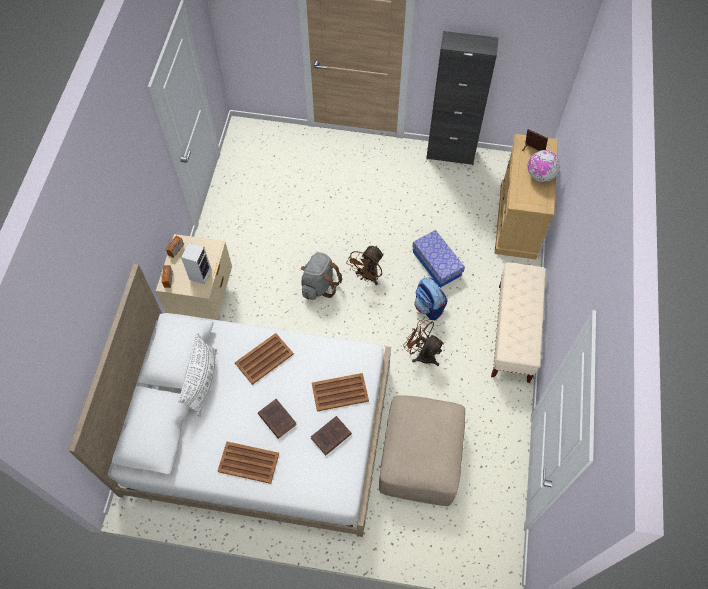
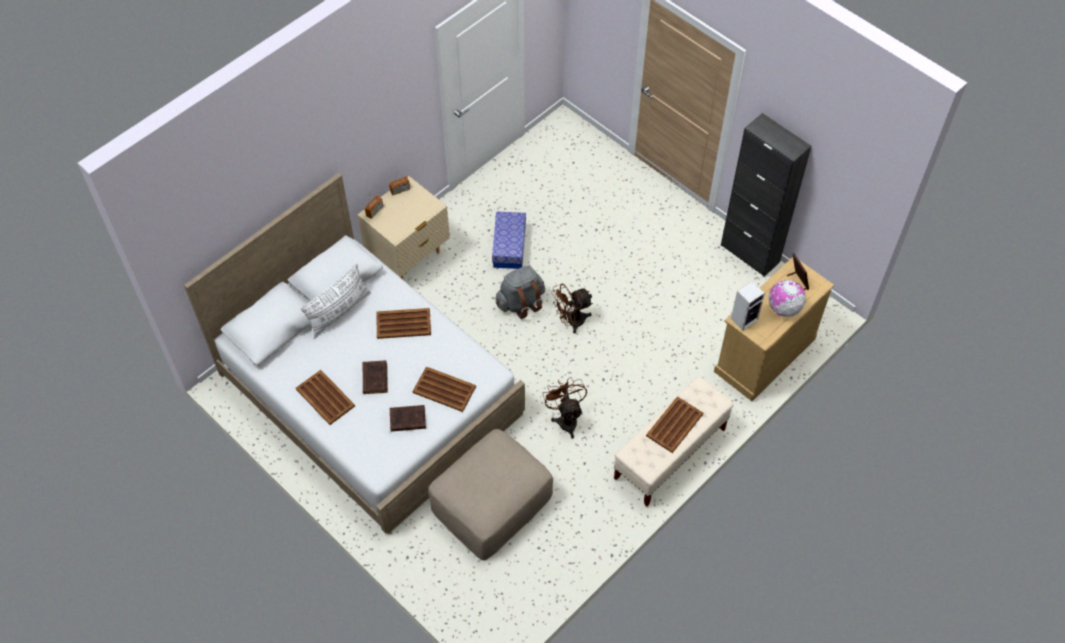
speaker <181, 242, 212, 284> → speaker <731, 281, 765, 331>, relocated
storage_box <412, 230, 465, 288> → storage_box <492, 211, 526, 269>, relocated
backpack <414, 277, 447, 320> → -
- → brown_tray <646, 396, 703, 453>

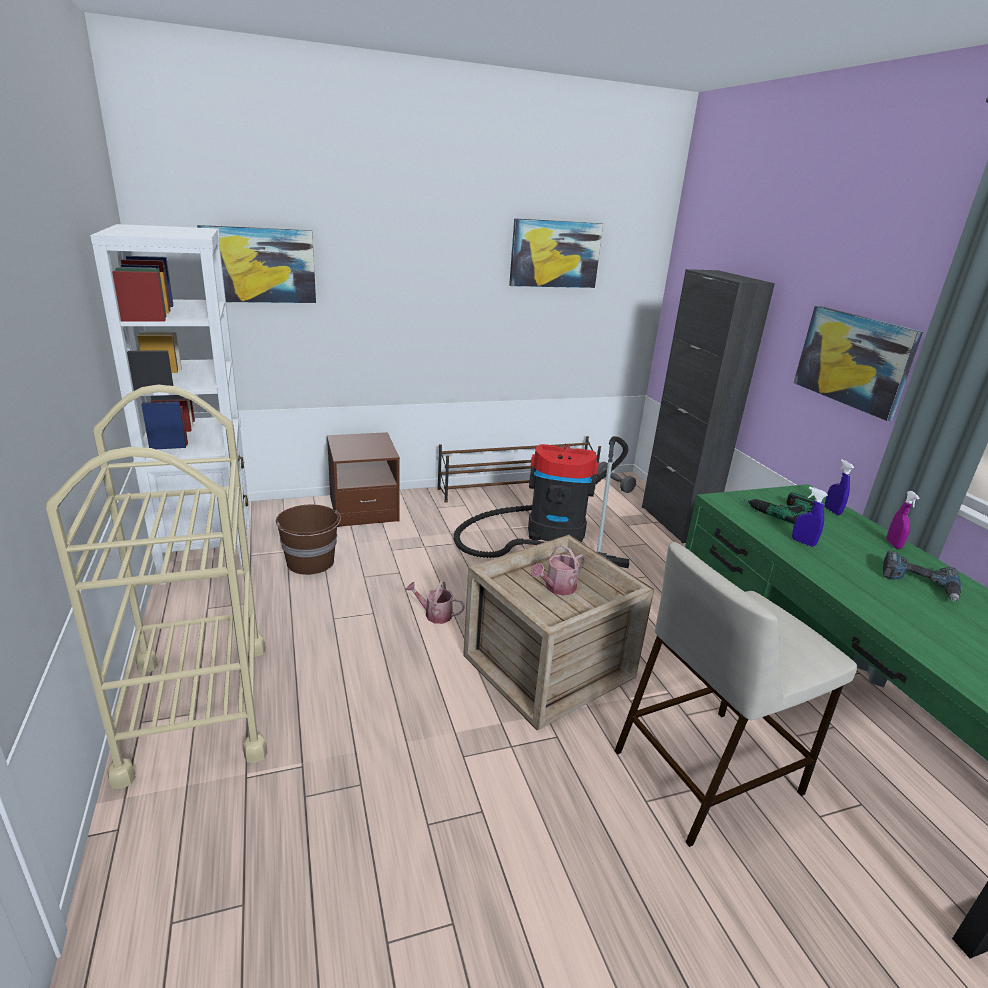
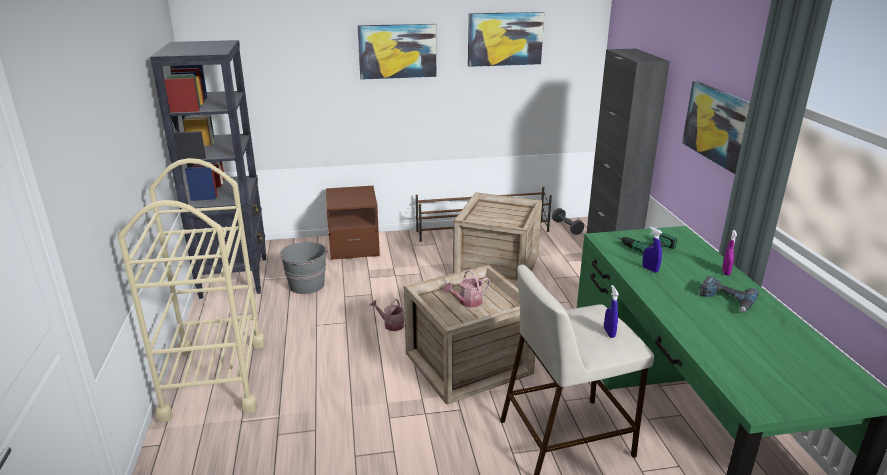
white_bookcase <90, 224, 250, 585> → black_bookcase <150, 40, 267, 299>
picture <197, 225, 316, 303> → picture <357, 24, 436, 80>, relocated
brown_bucket <276, 505, 341, 575> → grey_bucket <280, 242, 328, 294>
vacuum_cleaner <454, 436, 629, 568> → crate <453, 192, 542, 287>
blue_spray_bottle <825, 459, 854, 515> → blue_spray_bottle <604, 285, 619, 338>, relocated

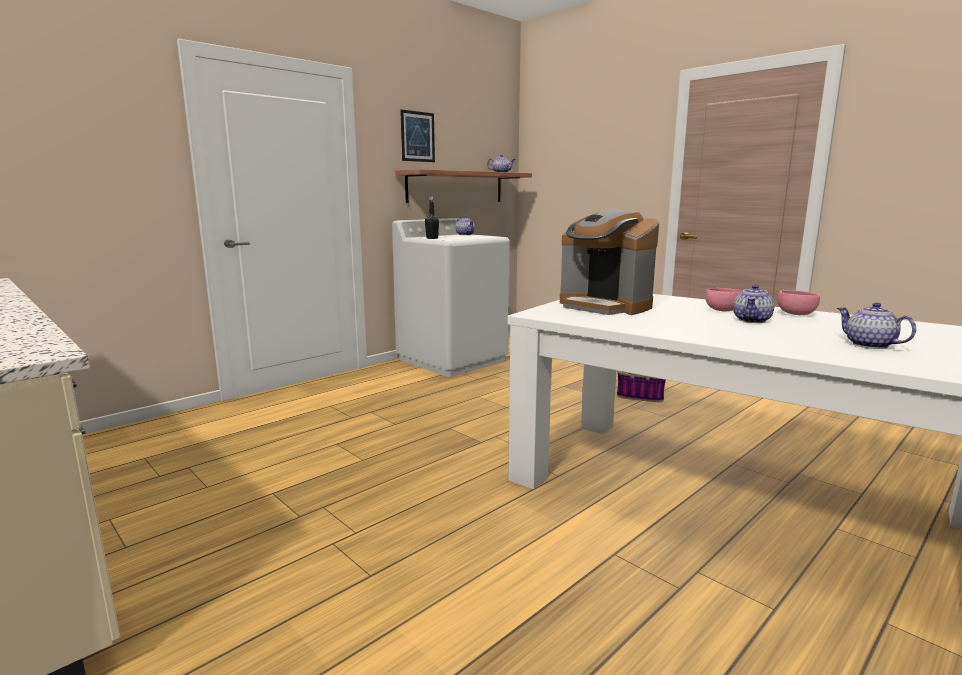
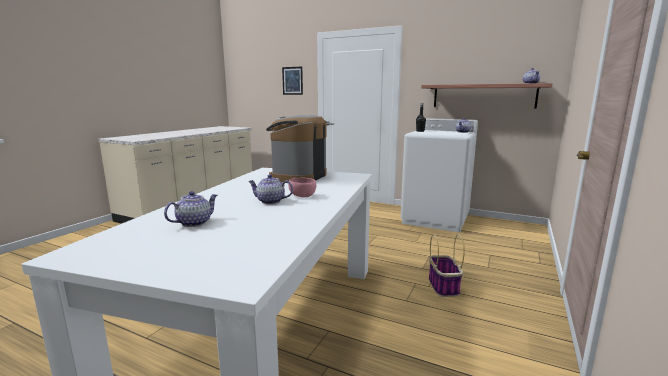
picture <400, 110, 435, 162> → picture <282, 66, 303, 95>, relocated
pink_bowl <777, 290, 820, 315> → -

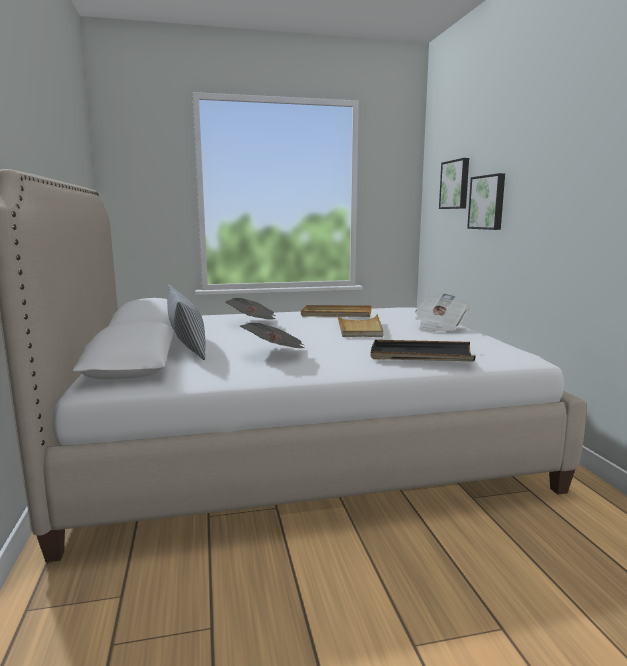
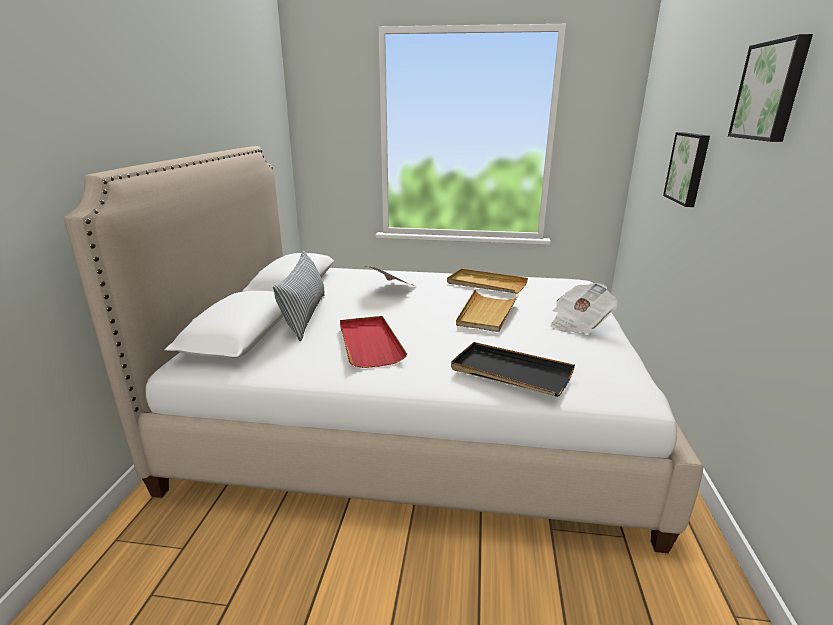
newspaper <240, 323, 305, 348> → red_tray <340, 316, 407, 368>
picture <439, 158, 469, 209> → picture <728, 34, 813, 142>, relocated

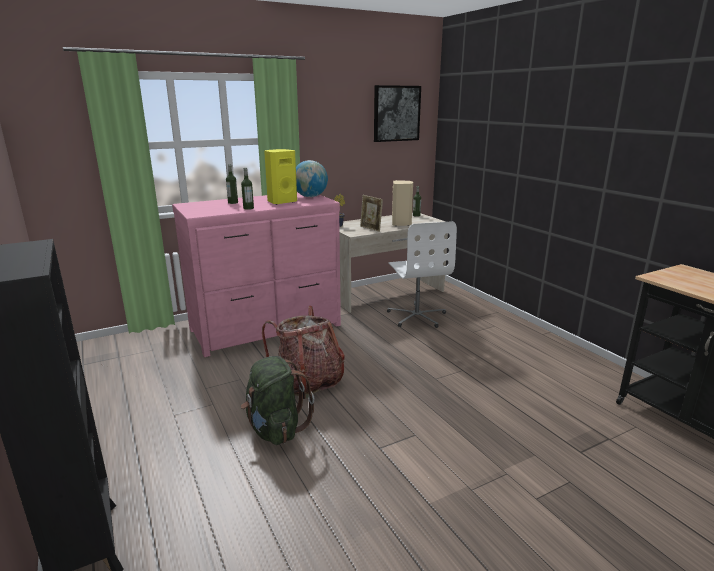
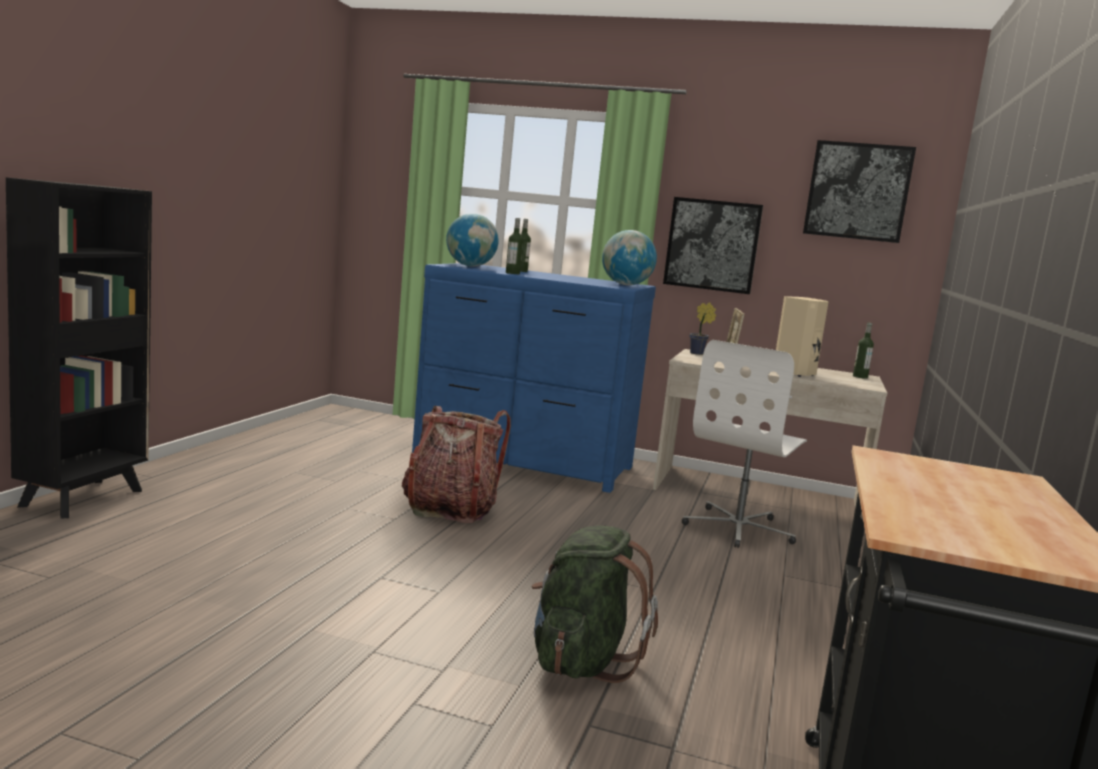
pink_dresser <172, 192, 341, 357> → blue_dresser <412, 263, 656, 493>
green_backpack <241, 356, 315, 445> → green_backpack <532, 525, 658, 683>, relocated
yellow_speaker <264, 149, 297, 205> → -
- → globe <446, 213, 499, 267>
- → picture <663, 197, 763, 294>

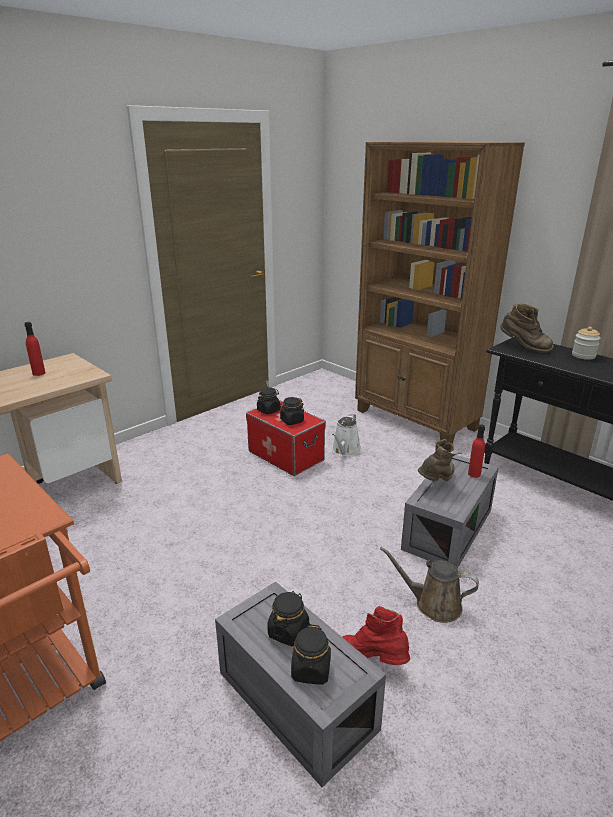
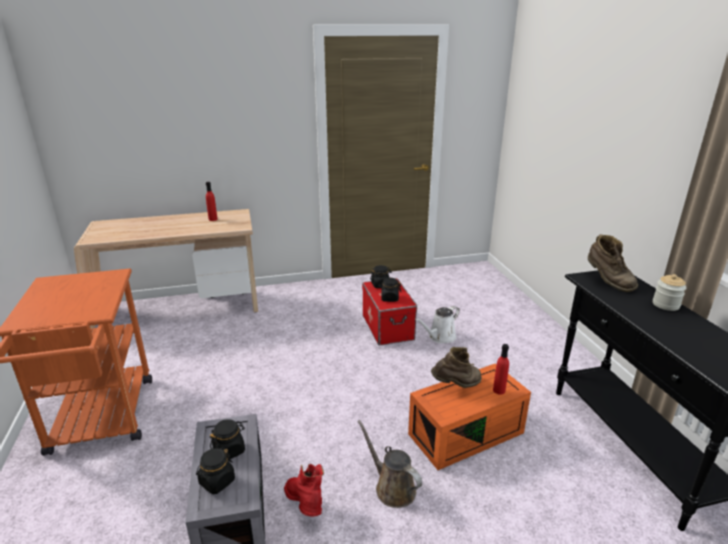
brown_bookcase <355, 142, 525, 444> → -
grey_storage_box <401, 455, 499, 568> → orange_storage_box <408, 363, 531, 470>

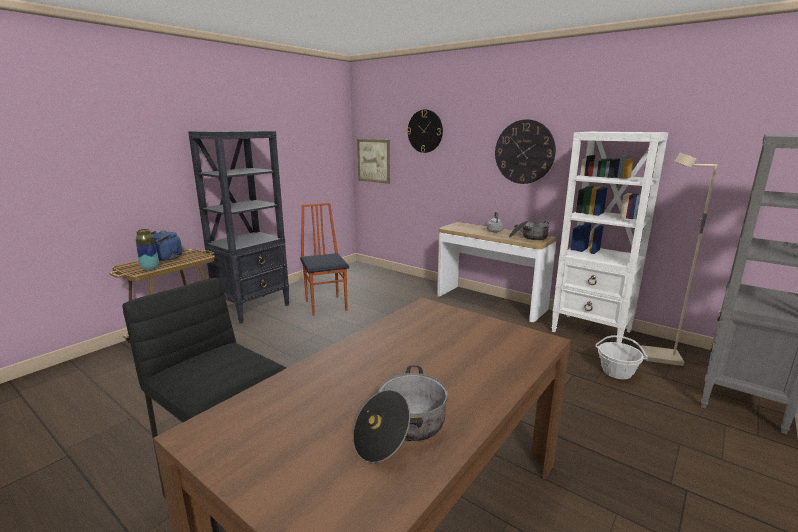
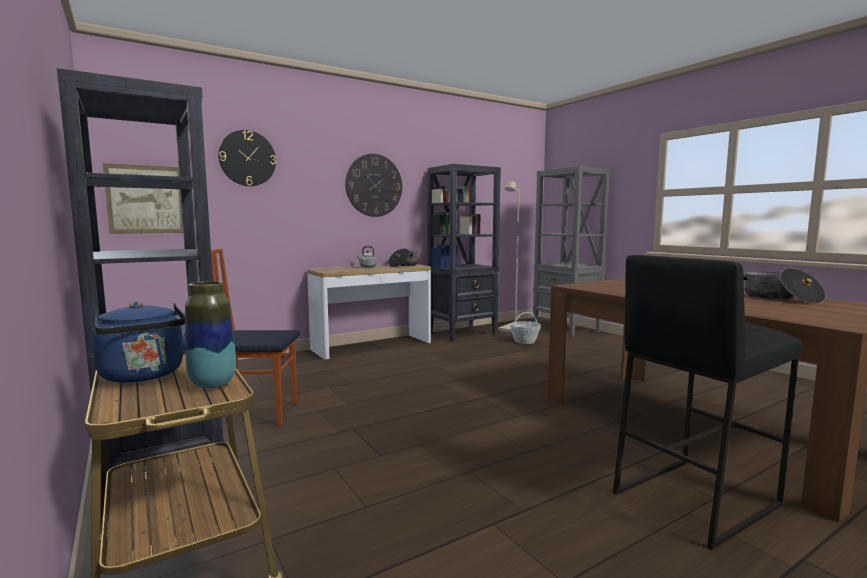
white_bookcase <551, 132, 669, 343> → black_bookcase <427, 164, 501, 342>

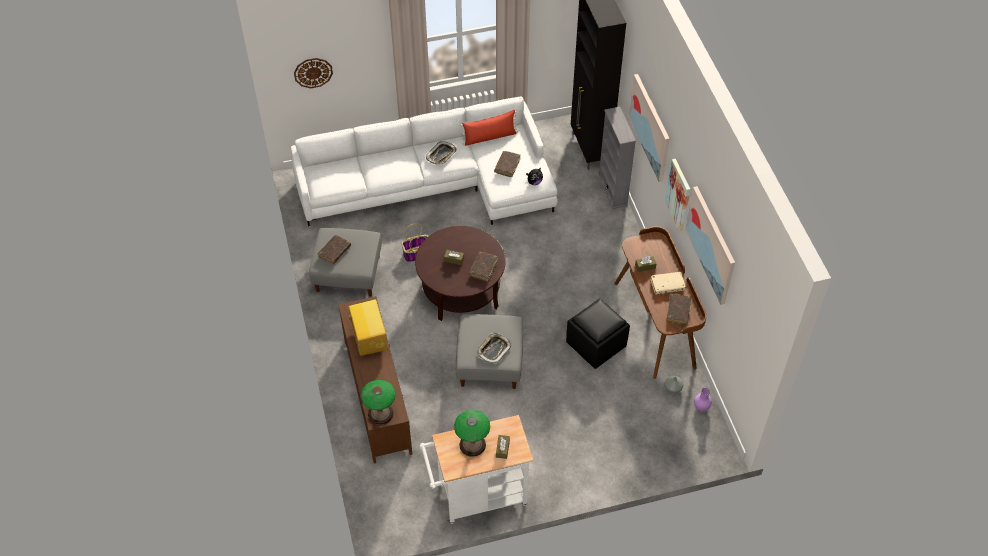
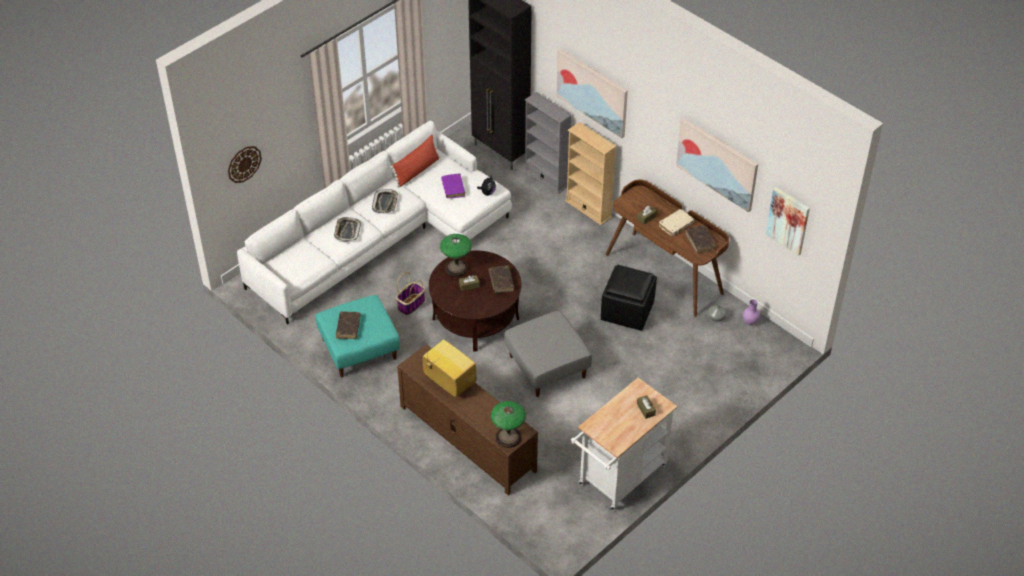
grey_ottoman <309, 228, 382, 296> → turquoise_ottoman <315, 295, 400, 377>
table_lamp <454, 410, 490, 457> → table_lamp <440, 234, 472, 277>, relocated
tray <477, 333, 511, 364> → tray <334, 217, 361, 242>, relocated
brown_book <494, 151, 520, 177> → purple_book <441, 173, 465, 198>
picture <665, 159, 690, 232> → picture <766, 187, 810, 256>, relocated
- → beige_bookcase <565, 122, 617, 225>

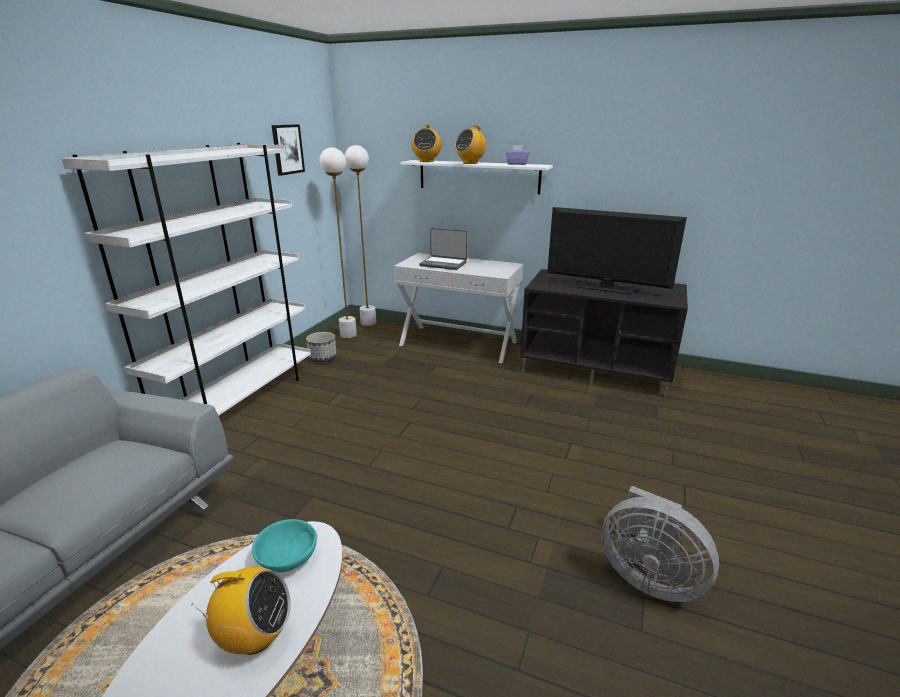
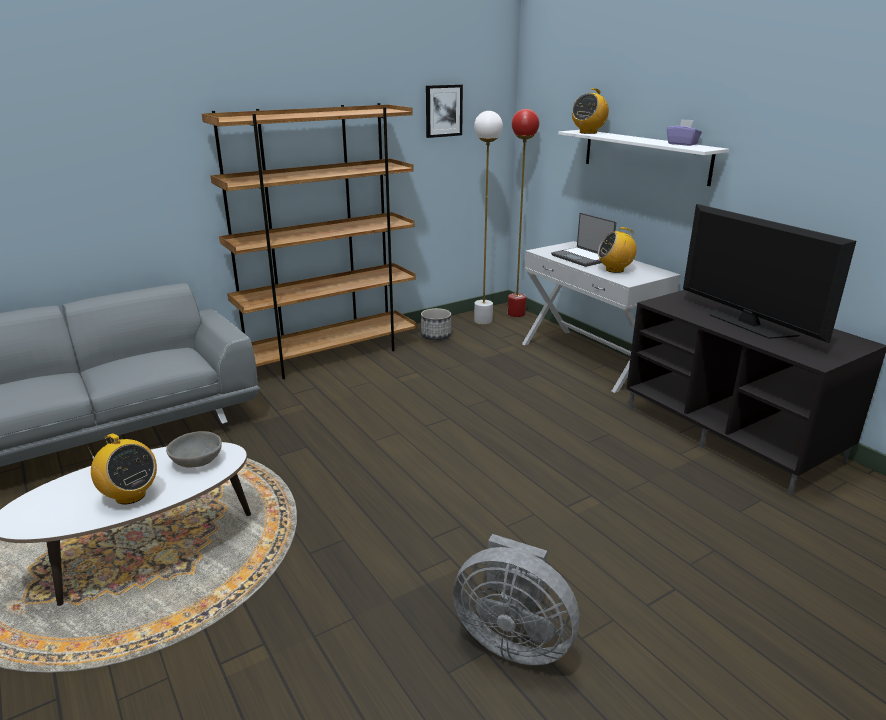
white_bookcase <61, 143, 311, 416> → brown_bookcase <202, 103, 417, 379>
turquoise_bowl <252, 519, 317, 573> → grey_bowl <166, 431, 222, 468>
white_floor_lamp <345, 145, 376, 326> → red_floor_lamp <507, 109, 539, 317>
radio <455, 125, 486, 164> → radio <598, 227, 637, 273>, relocated
grey_fan <601, 486, 719, 602> → grey_fan <453, 534, 580, 665>, 45 degrees counterclockwise

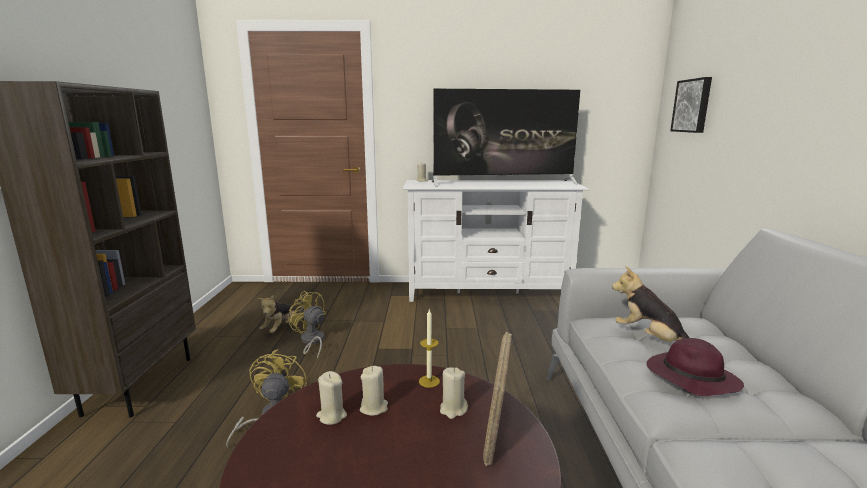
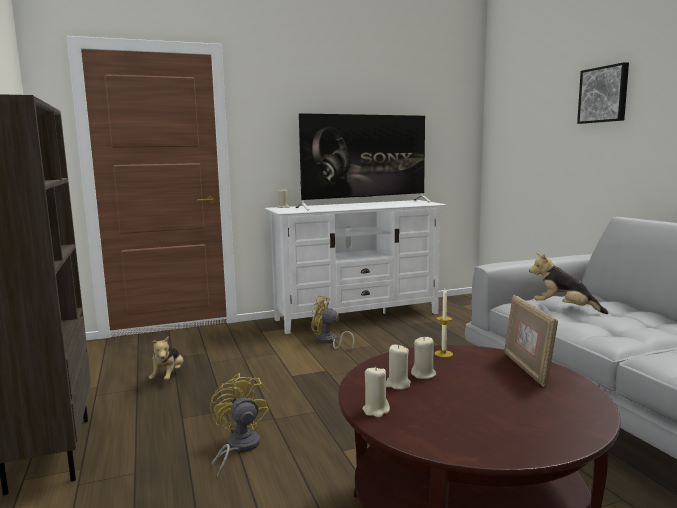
yellow_fan <289, 291, 326, 359> → yellow_fan <311, 296, 355, 349>, relocated
beige_candle <440, 367, 468, 419> → beige_candle <362, 366, 390, 418>, relocated
purple_hat <646, 338, 744, 396> → -
picture <670, 77, 712, 133> → picture <577, 62, 629, 124>, relocated

